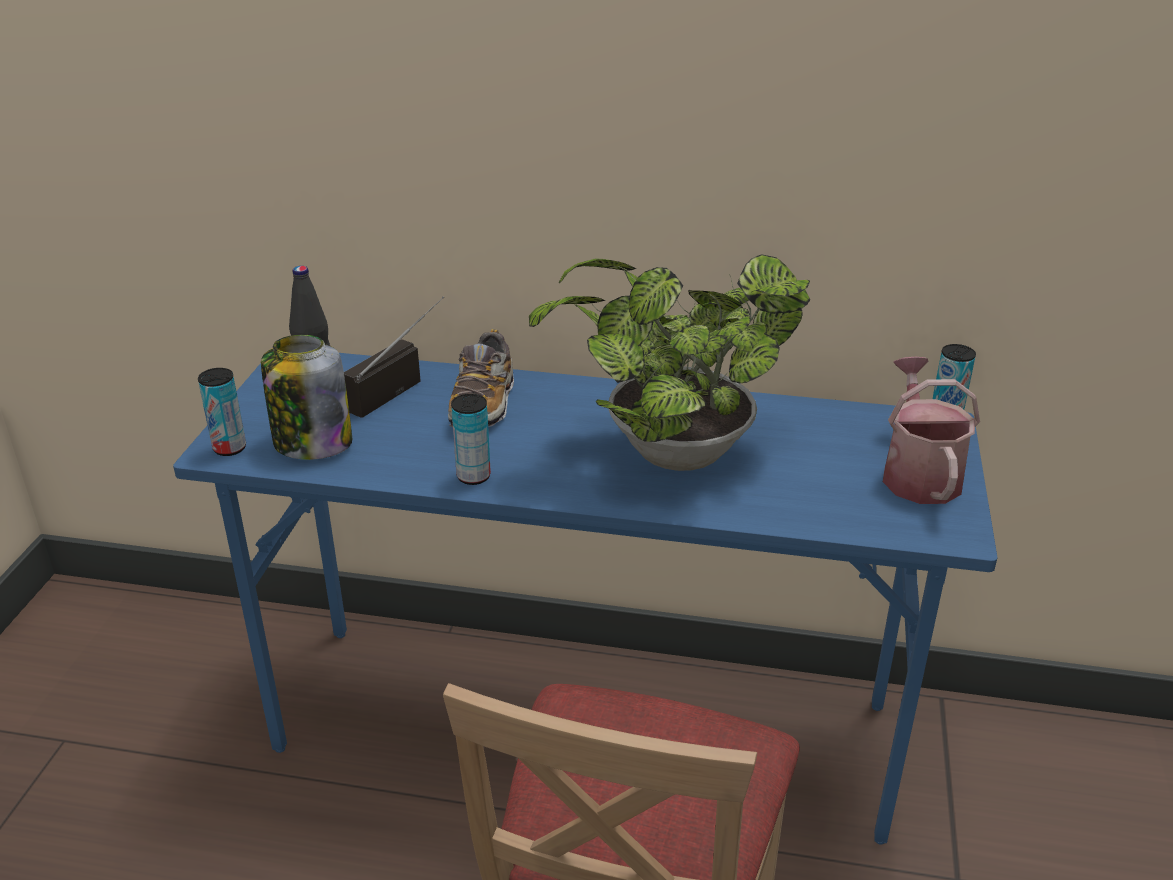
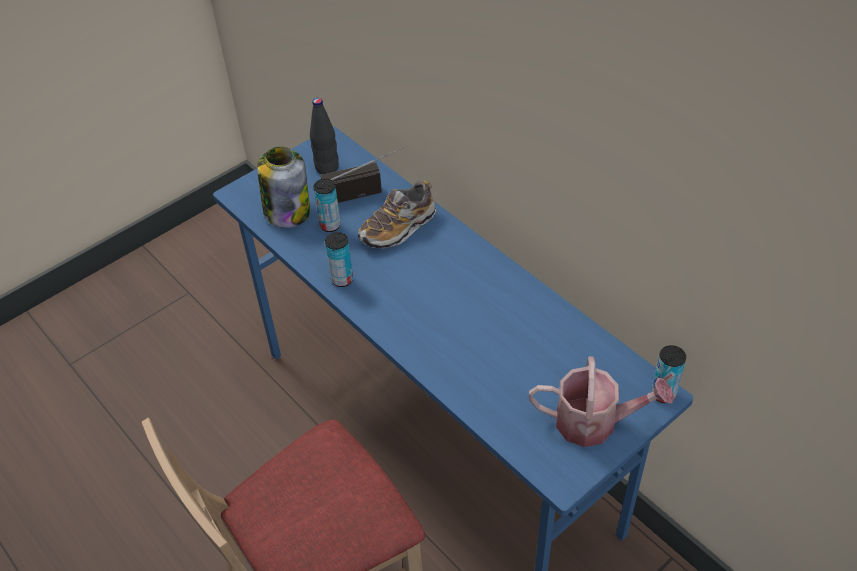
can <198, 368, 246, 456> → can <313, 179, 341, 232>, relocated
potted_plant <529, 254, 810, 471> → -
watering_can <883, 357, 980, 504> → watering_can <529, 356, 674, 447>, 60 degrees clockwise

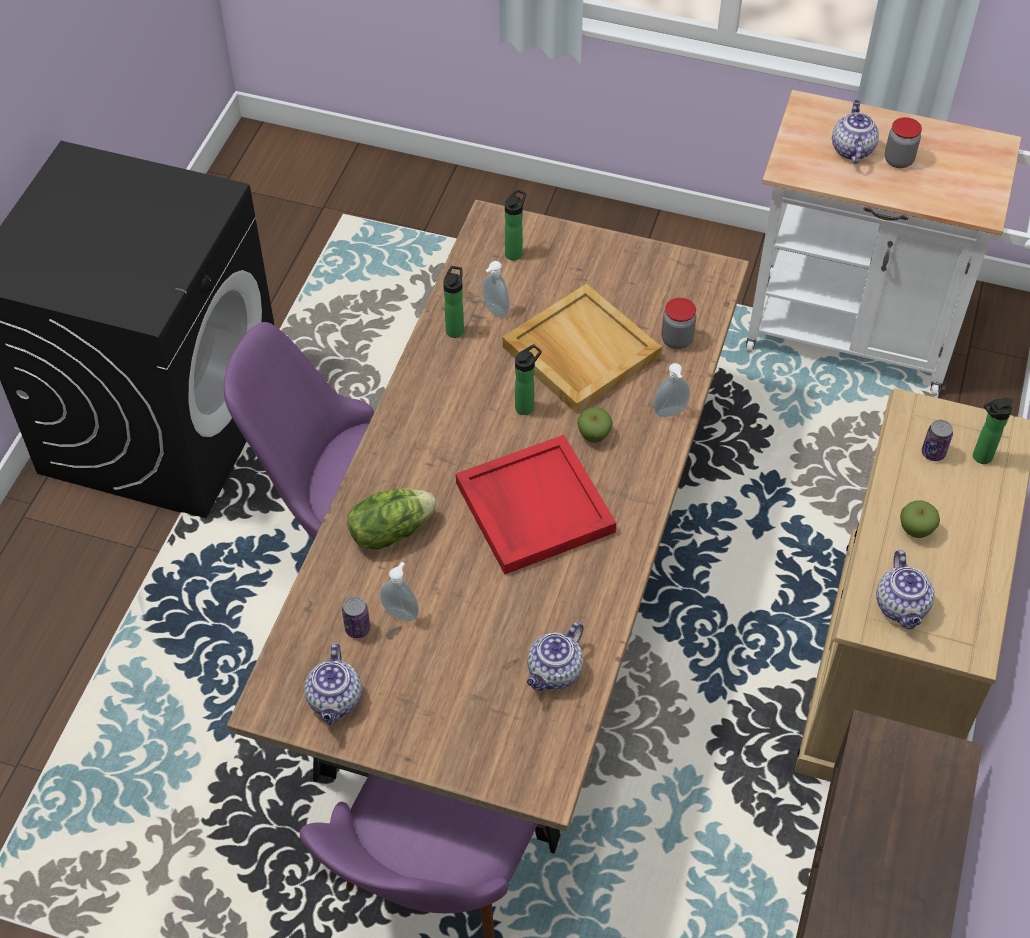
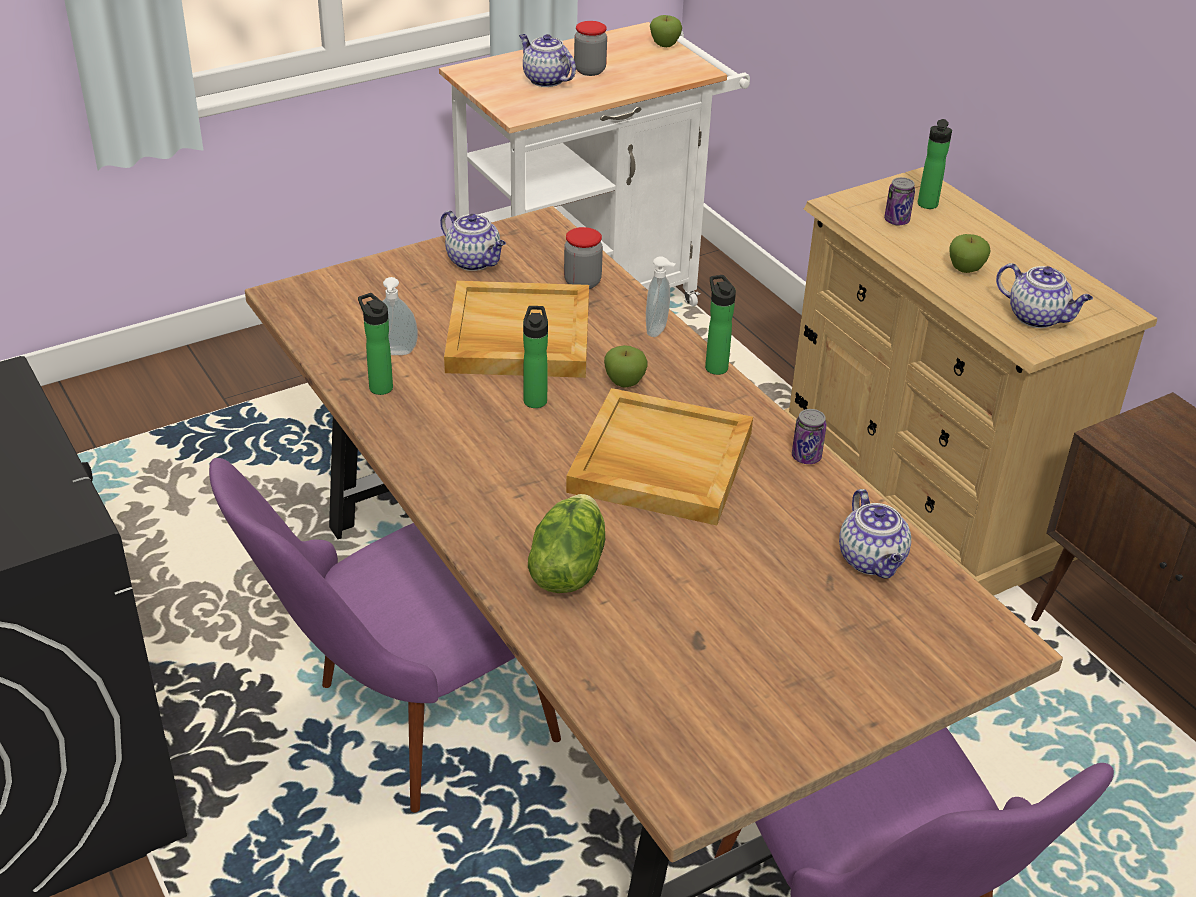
teapot <304, 643, 362, 725> → teapot <440, 210, 506, 271>, relocated
can <342, 596, 370, 638> → can <792, 409, 827, 464>, relocated
soap_dispenser <380, 562, 419, 621> → -
red_tray <456, 435, 616, 574> → beige_tray <566, 388, 753, 525>
bottle <505, 189, 527, 260> → bottle <705, 275, 736, 375>, relocated
- → apple <650, 15, 682, 47>

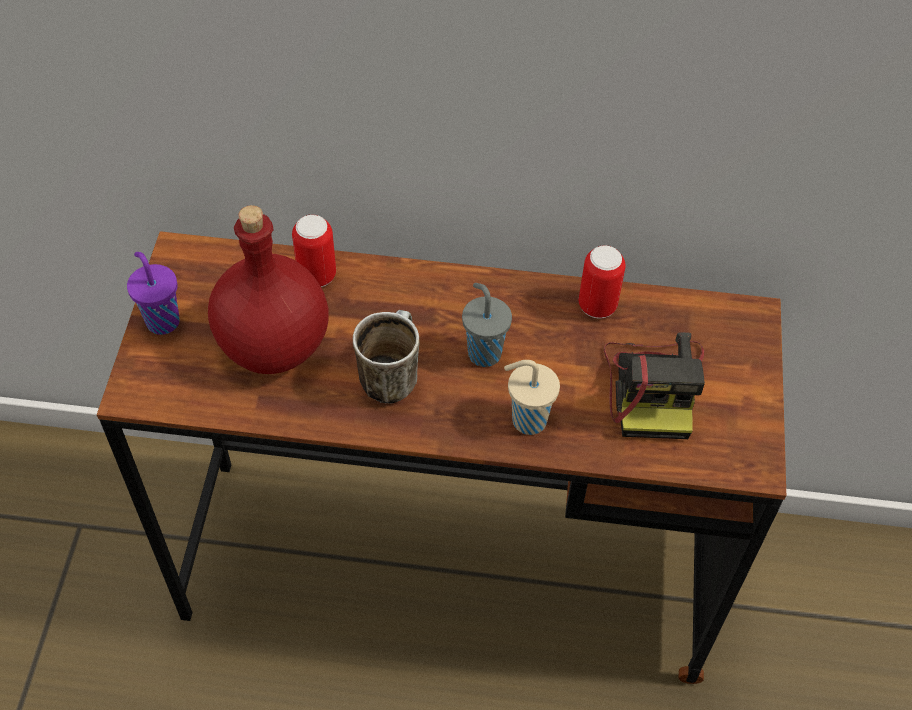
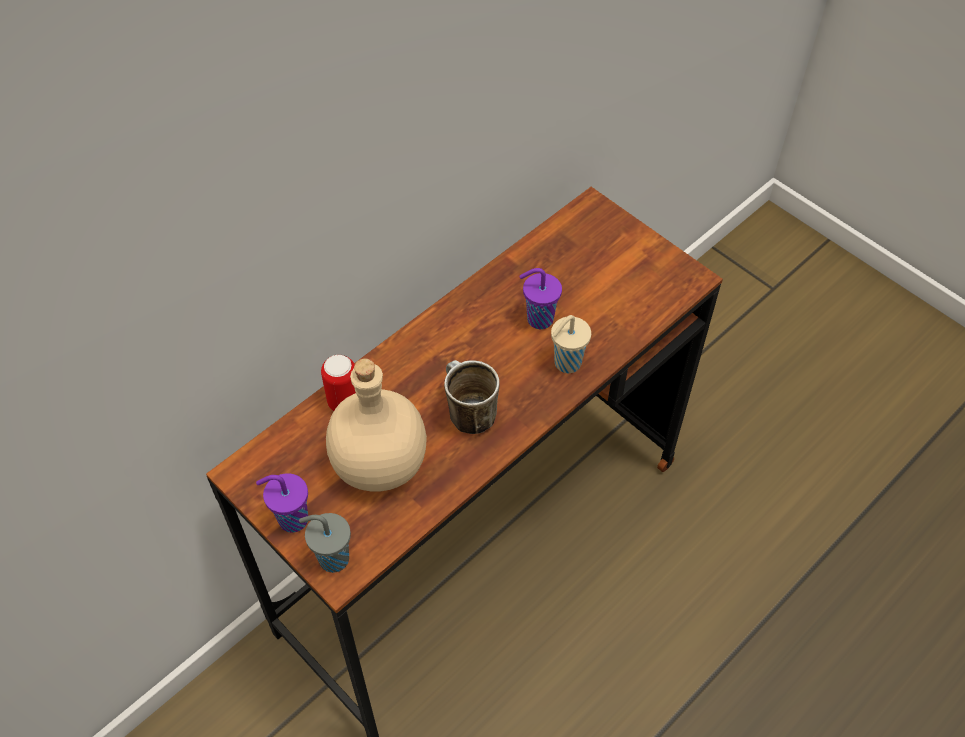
red_bottle <208, 205, 329, 374> → beige_bottle <326, 358, 427, 492>
grey_cup <462, 283, 512, 367> → grey_cup <299, 513, 351, 573>, relocated
can <579, 245, 626, 319> → -
photo_camera <604, 332, 705, 439> → -
- → purple_cup <519, 268, 562, 329>

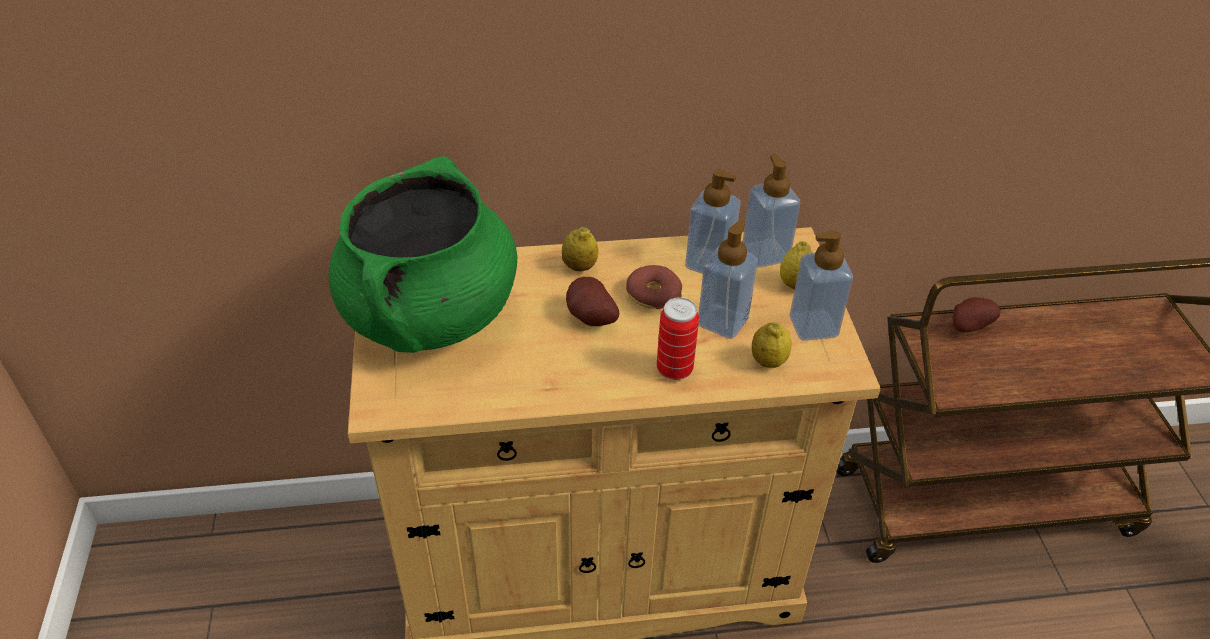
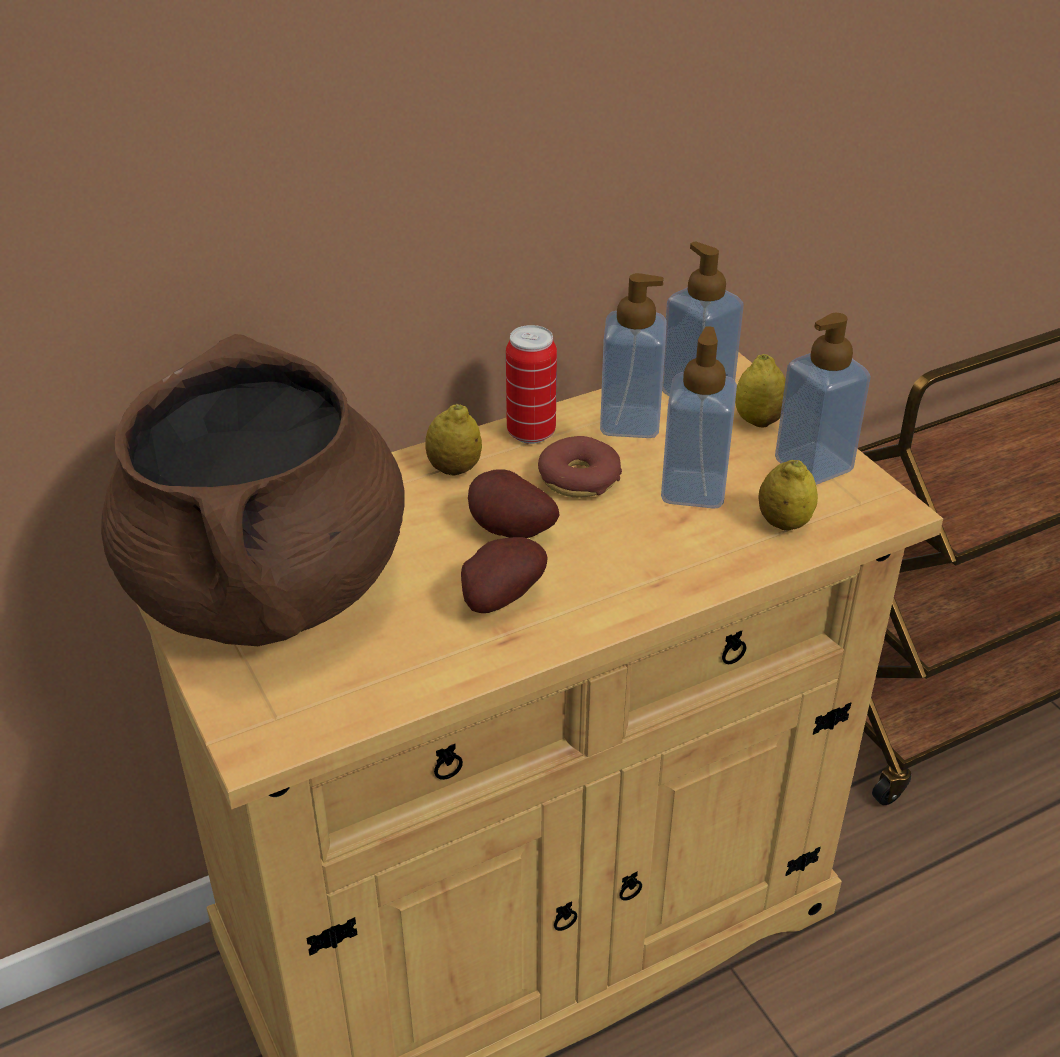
green_cooking_pot <329, 156, 517, 353> → brown_cooking_pot <101, 334, 405, 646>
can <657, 297, 699, 380> → can <506, 325, 557, 444>, relocated
potato <953, 297, 1001, 332> → potato <461, 537, 548, 613>, relocated

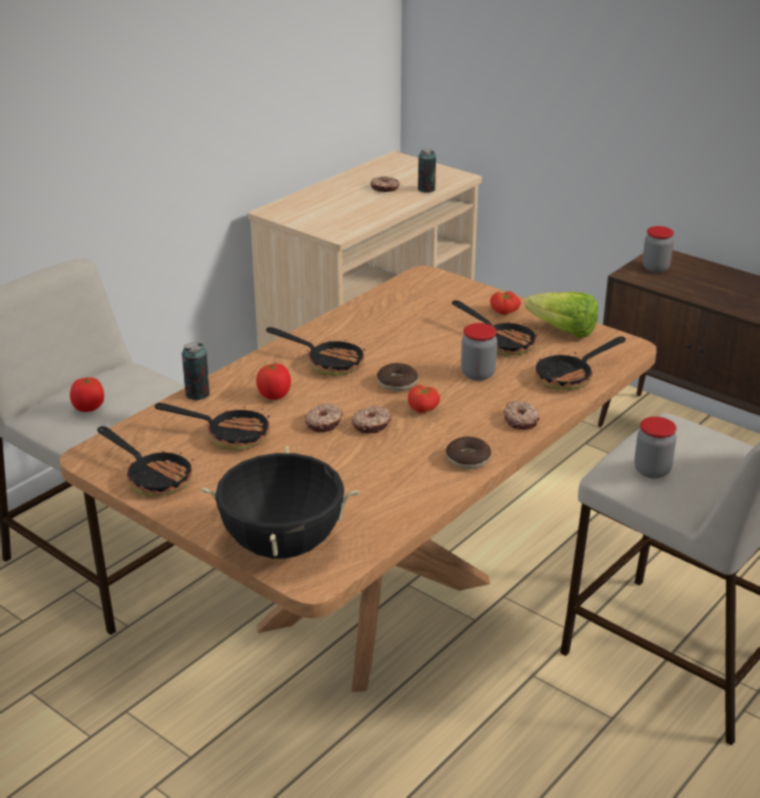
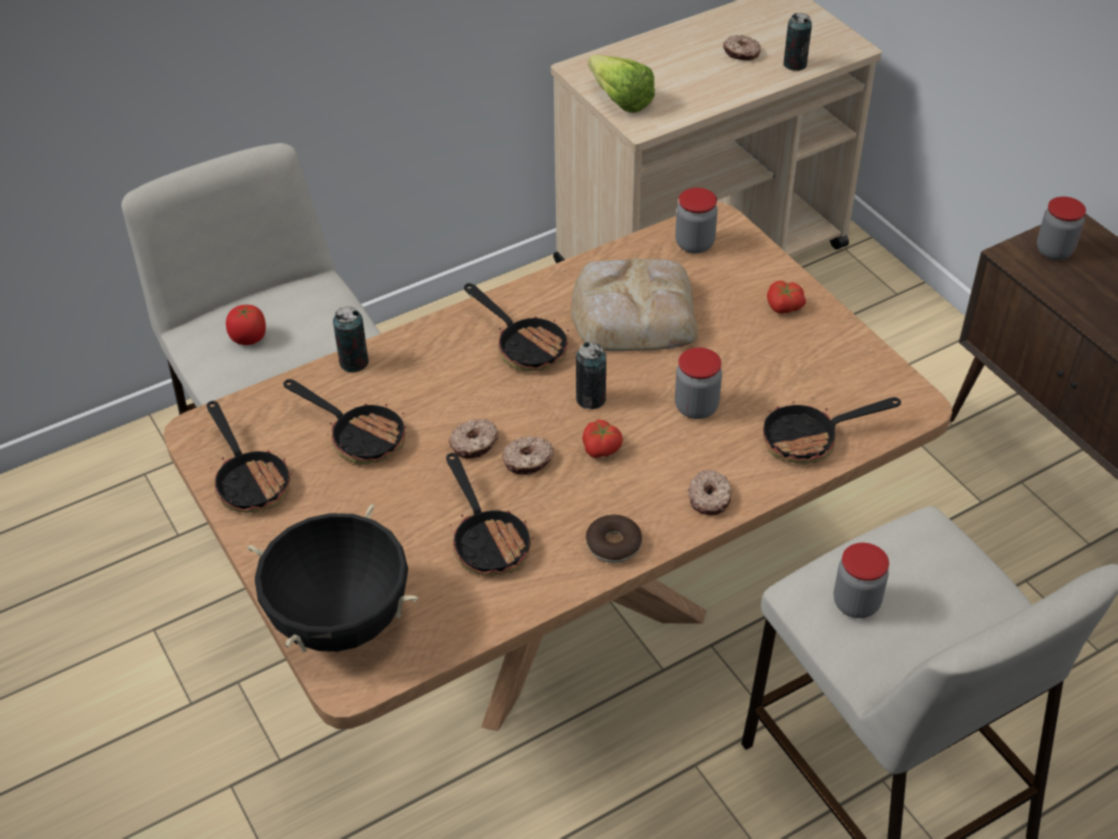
tomato <256, 363, 291, 400> → -
donut <377, 363, 418, 391> → can <576, 342, 606, 409>
frying_pan <452, 300, 538, 356> → frying_pan <446, 453, 534, 576>, relocated
lettuce <525, 292, 598, 338> → lettuce <588, 55, 655, 112>, relocated
- → bread <571, 258, 698, 351>
- → jar <675, 188, 718, 254>

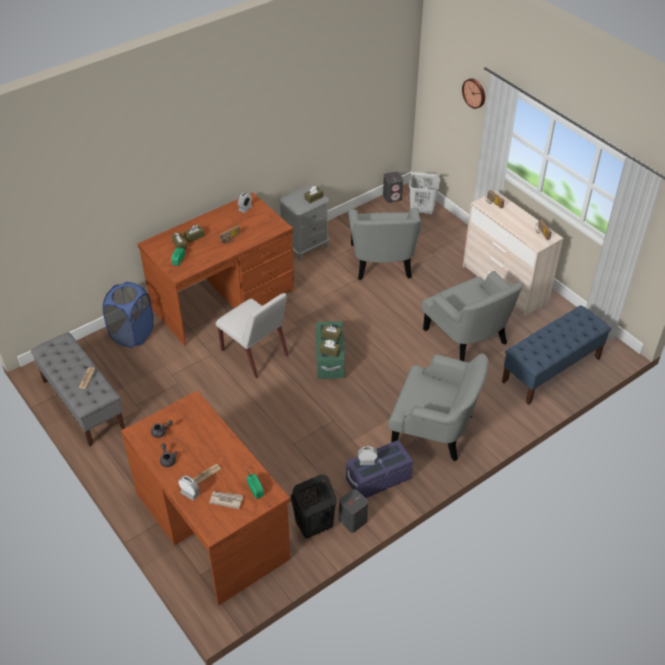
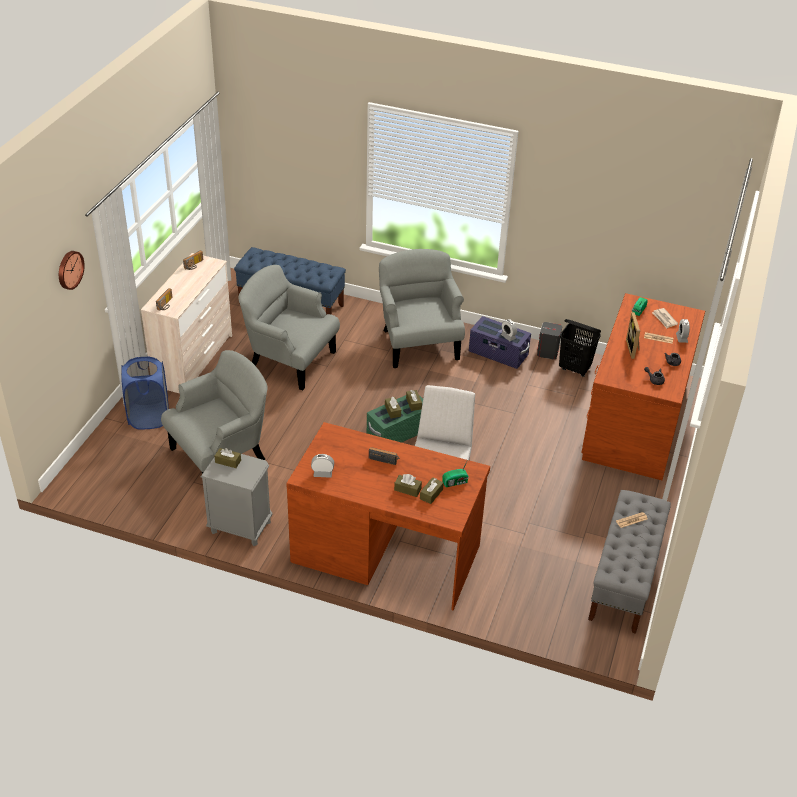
blue_laundry_basket <103, 282, 154, 348> → blue_laundry_basket <121, 356, 169, 430>, relocated
grey_speaker <383, 172, 403, 203> → -
white_laundry_basket <409, 172, 440, 216> → -
grey_armchair <422, 271, 523, 361> → grey_armchair <239, 265, 340, 391>, 90 degrees counterclockwise
- → picture_frame <626, 312, 640, 359>

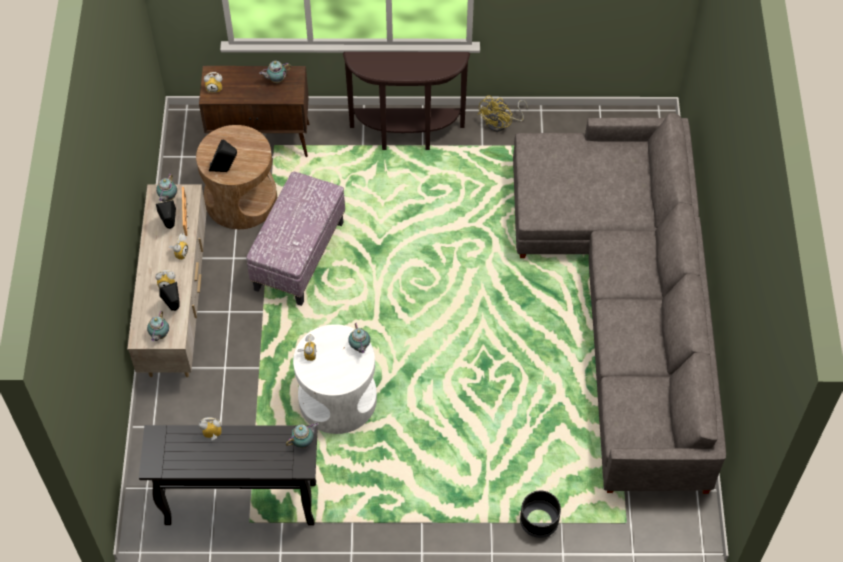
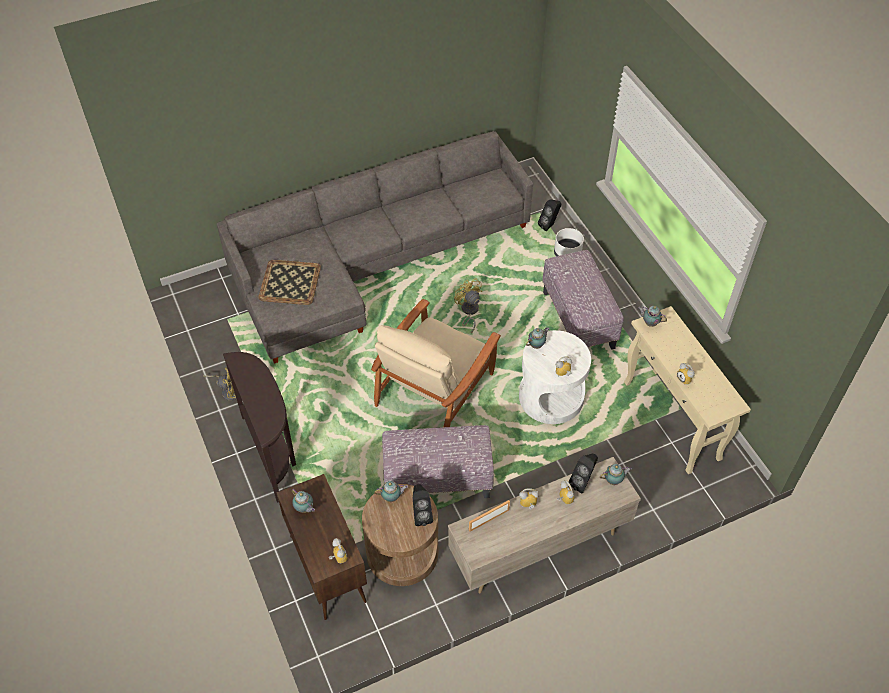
black_console_table <139, 425, 318, 526> → beige_console_table <624, 306, 751, 474>
teapot <156, 174, 177, 202> → teapot <374, 481, 408, 502>, relocated
black_speaker <156, 200, 176, 229> → black_speaker <538, 199, 561, 231>, relocated
black_planter <520, 491, 561, 538> → white_planter <554, 228, 584, 256>
- → tray <258, 260, 321, 305>
- → beige_armchair <371, 299, 501, 427>
- → yellow_fan <454, 278, 482, 333>
- → ottoman <542, 250, 624, 350>

